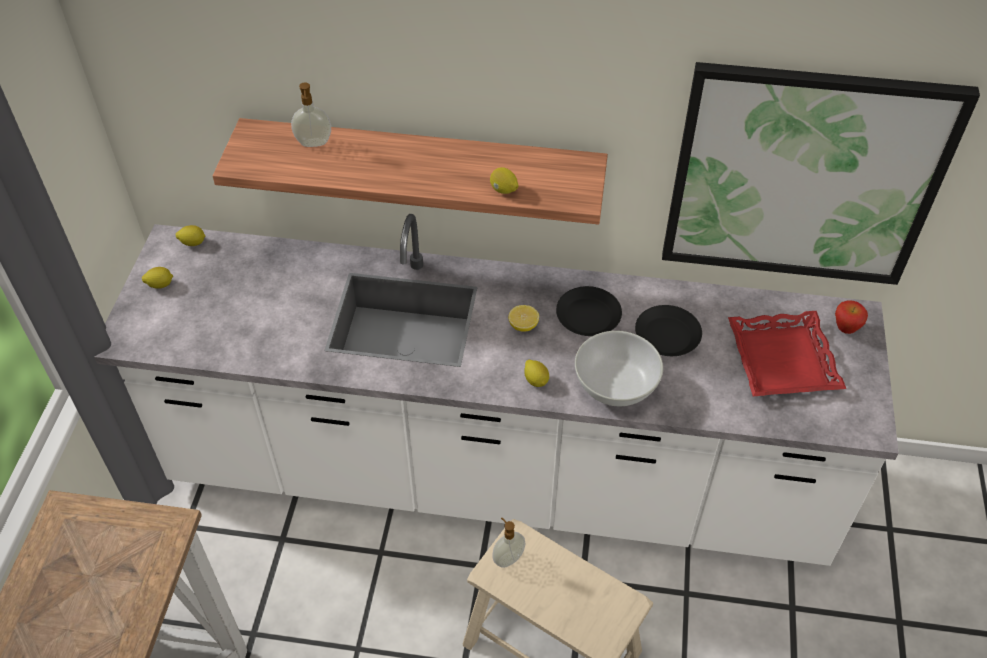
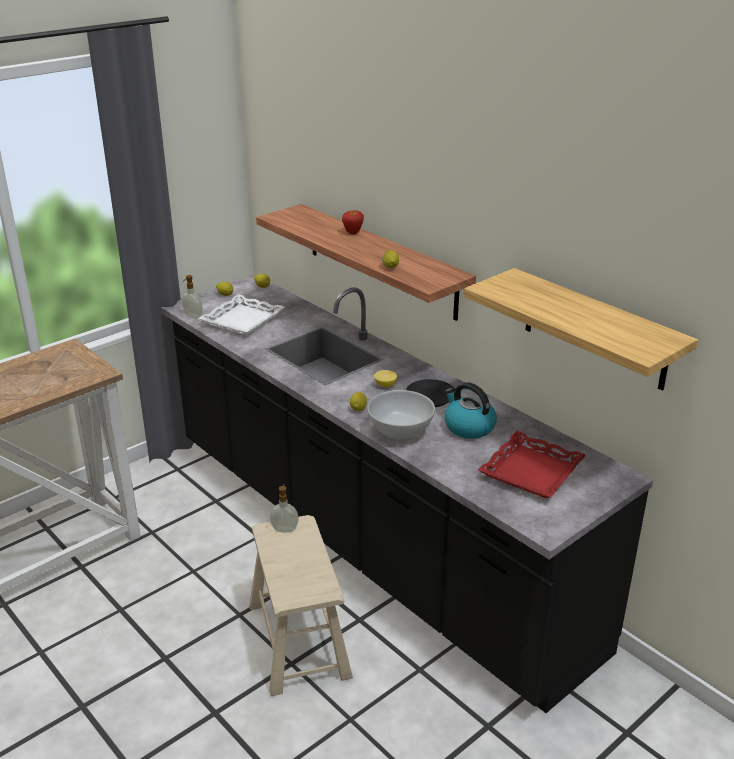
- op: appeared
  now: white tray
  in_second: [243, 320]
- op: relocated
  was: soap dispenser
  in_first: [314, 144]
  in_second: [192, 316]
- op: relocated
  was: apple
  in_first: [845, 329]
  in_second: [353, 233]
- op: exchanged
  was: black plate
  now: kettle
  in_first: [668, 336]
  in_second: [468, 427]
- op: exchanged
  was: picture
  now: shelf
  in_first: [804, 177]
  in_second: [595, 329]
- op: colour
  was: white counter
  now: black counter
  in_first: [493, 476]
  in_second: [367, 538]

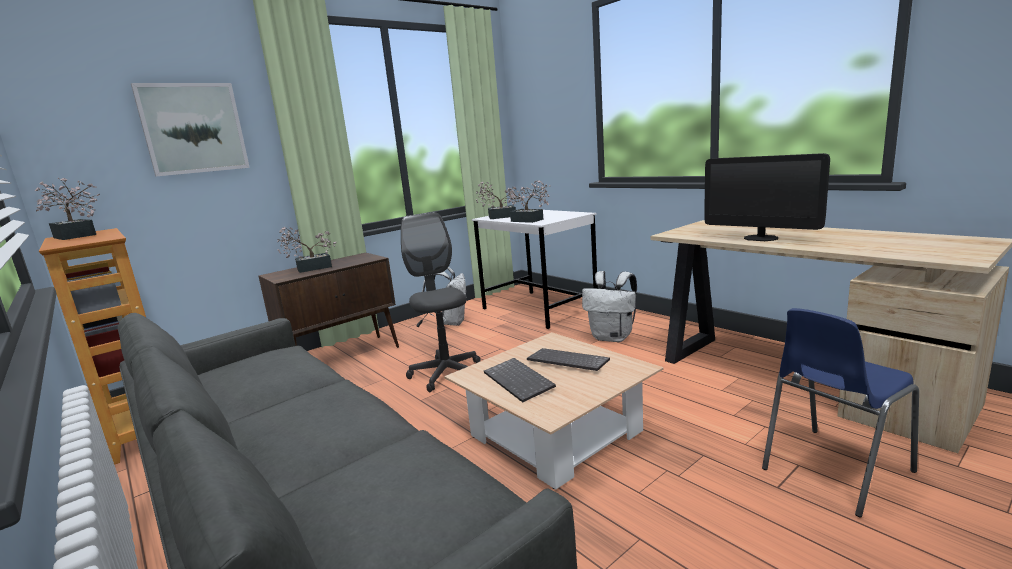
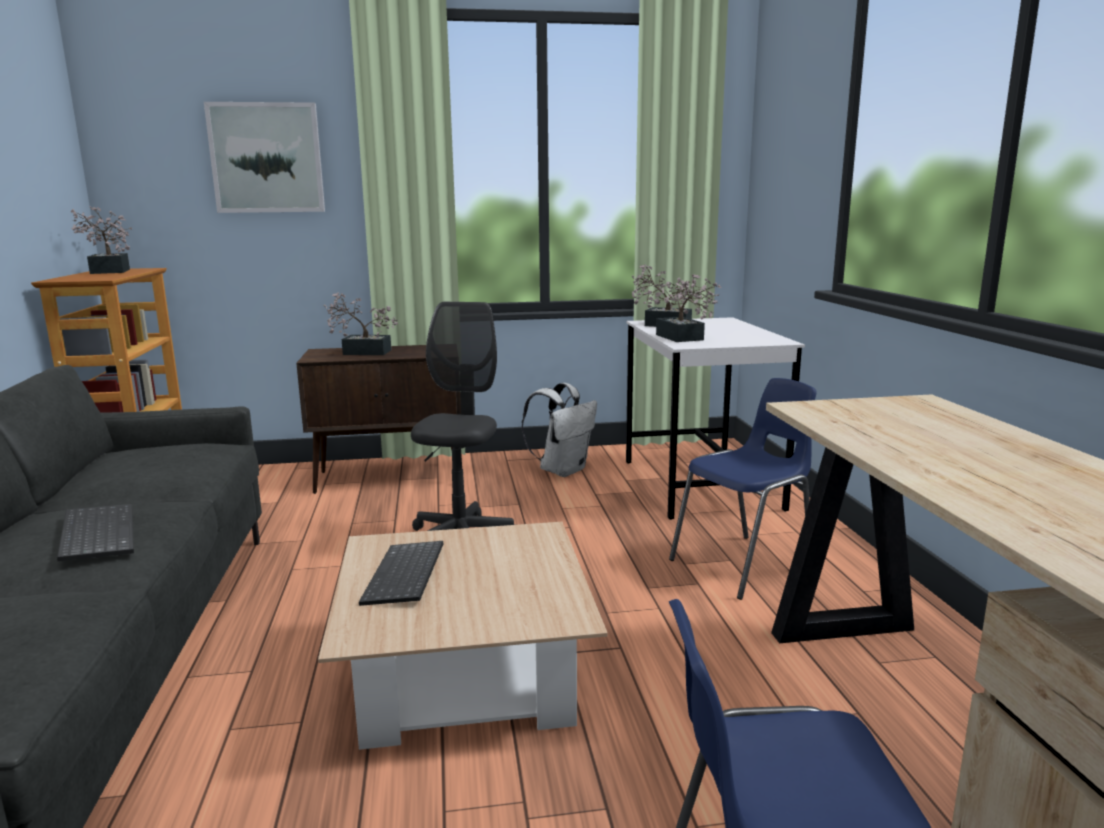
- op: missing
  was: monitor
  in_first: [760, 238]
- op: relocated
  was: keyboard
  in_first: [566, 362]
  in_second: [96, 534]
- op: exchanged
  was: white backpack
  now: blue chair
  in_first: [613, 337]
  in_second: [745, 564]

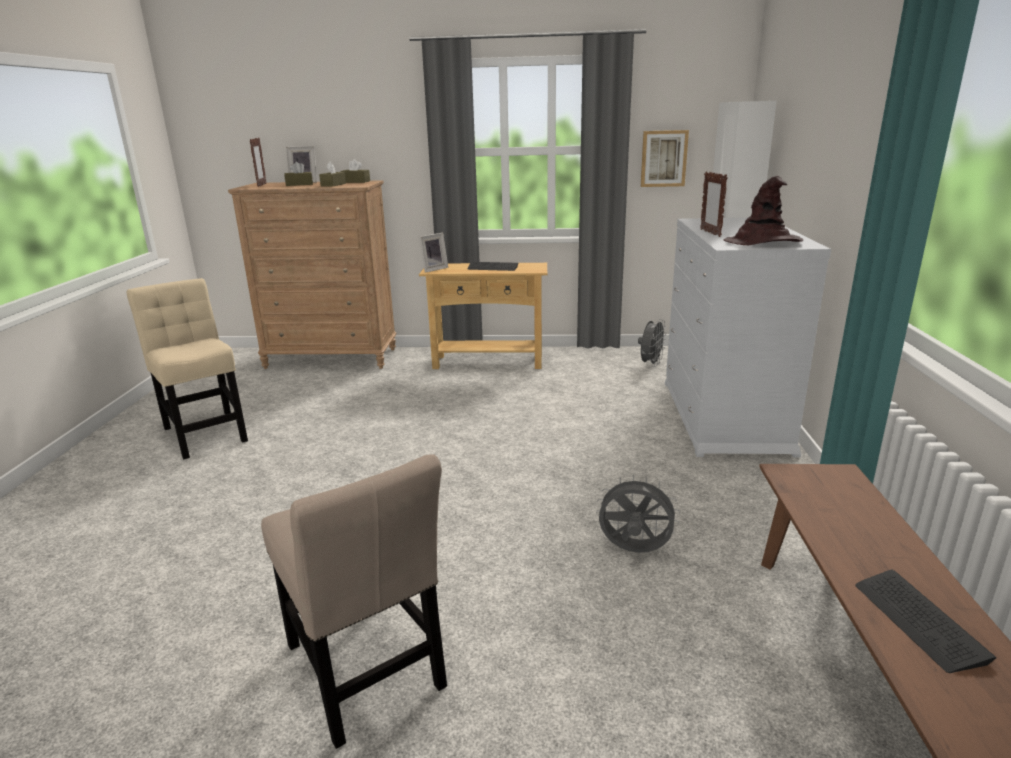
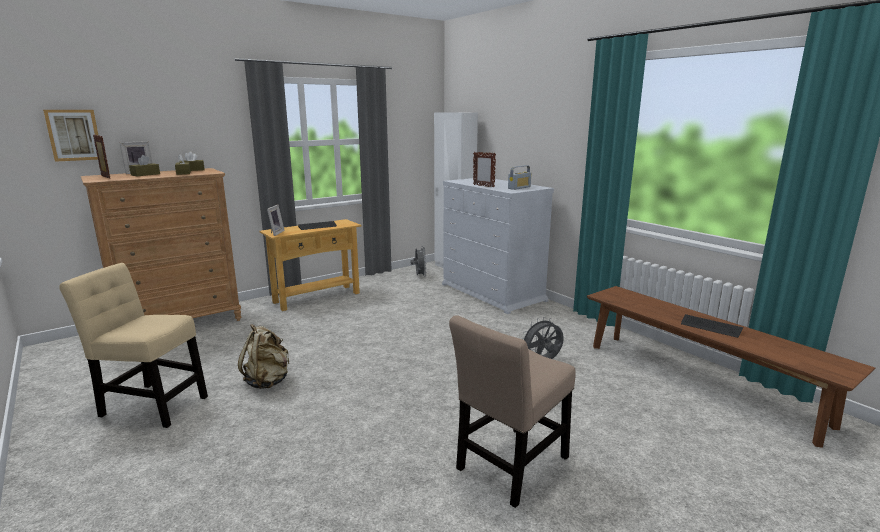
- op: appeared
  now: beige backpack
  in_second: [268, 381]
- op: relocated
  was: picture
  in_first: [663, 158]
  in_second: [74, 135]
- op: exchanged
  was: brown hat
  now: radio
  in_first: [762, 242]
  in_second: [519, 188]
- op: spun
  was: beige chair
  in_first: [366, 673]
  in_second: [510, 466]
  clockwise: 120

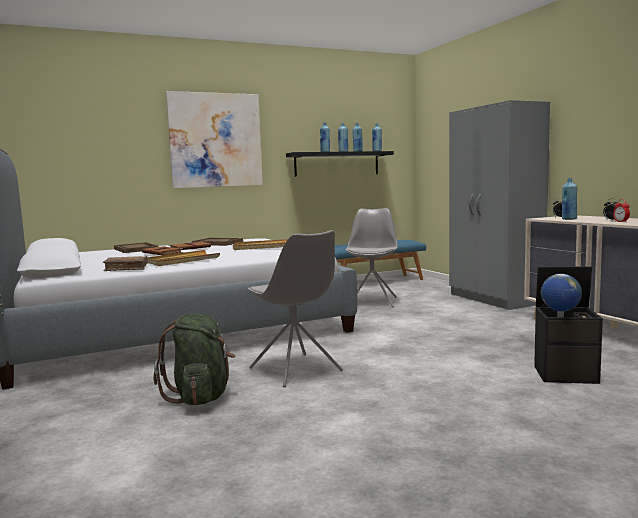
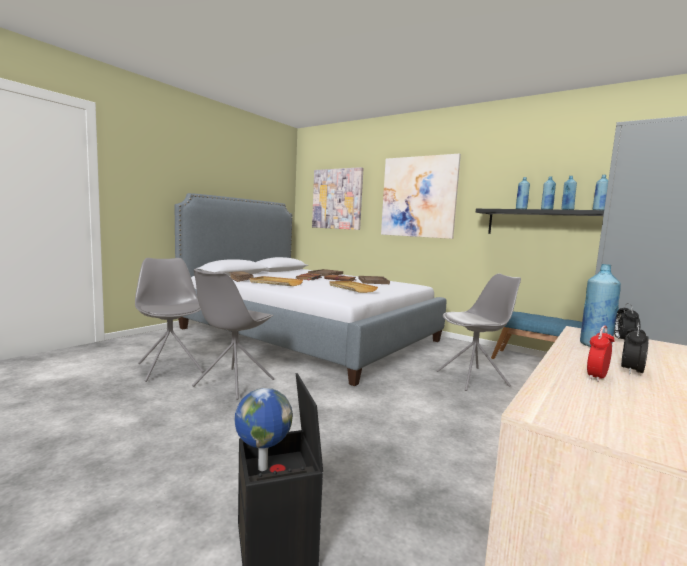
- op: appeared
  now: picture
  in_second: [337, 199]
- op: exchanged
  was: green backpack
  now: grey chair
  in_first: [200, 397]
  in_second: [170, 367]

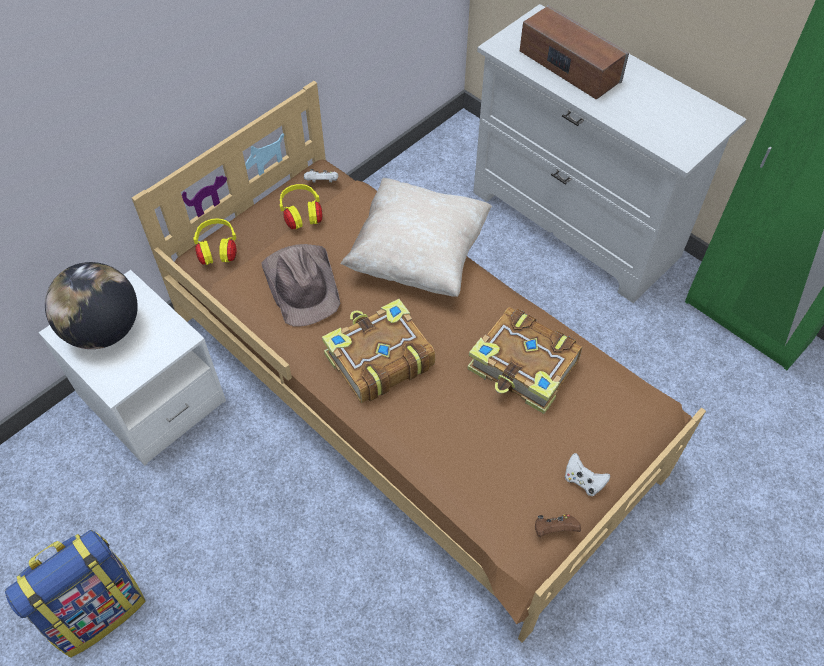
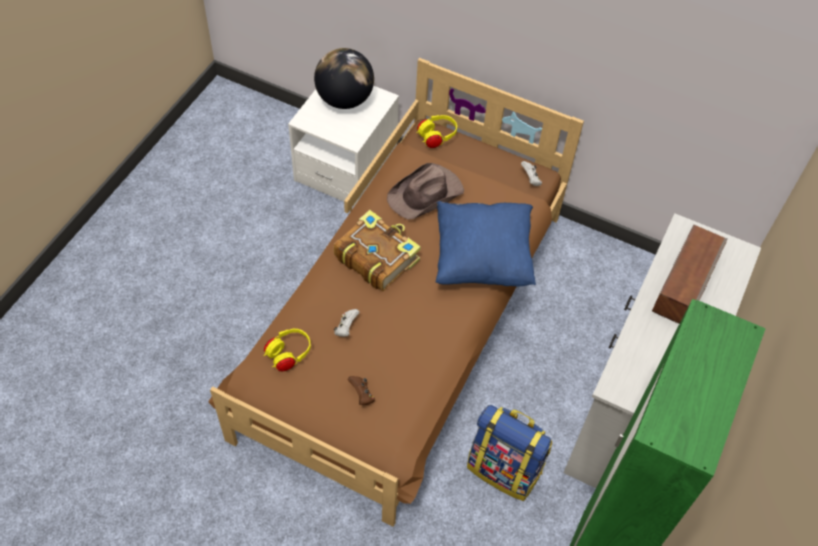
- op: missing
  was: book
  in_first: [524, 368]
- op: relocated
  was: backpack
  in_first: [96, 608]
  in_second: [505, 469]
- op: relocated
  was: yellow headphones
  in_first: [302, 215]
  in_second: [288, 355]
- op: relocated
  was: brown game controller
  in_first: [554, 529]
  in_second: [362, 395]
- op: relocated
  was: white game controller
  in_first: [583, 481]
  in_second: [346, 328]
- op: colour
  was: beige pillow
  now: blue pillow
  in_first: [418, 257]
  in_second: [482, 259]

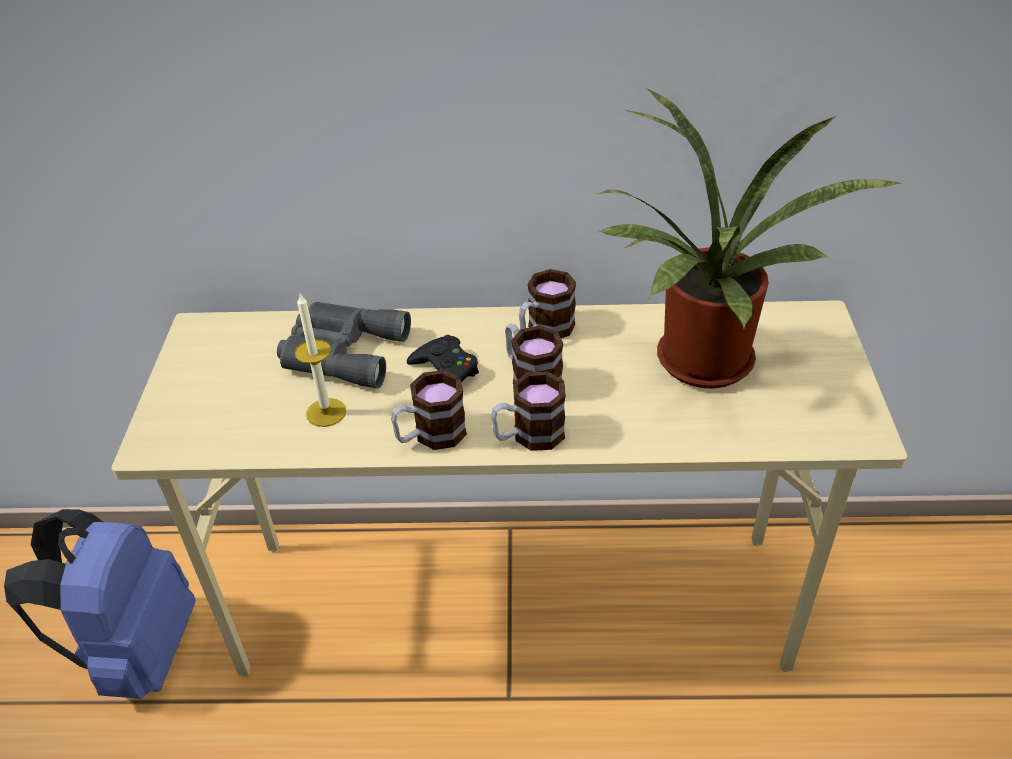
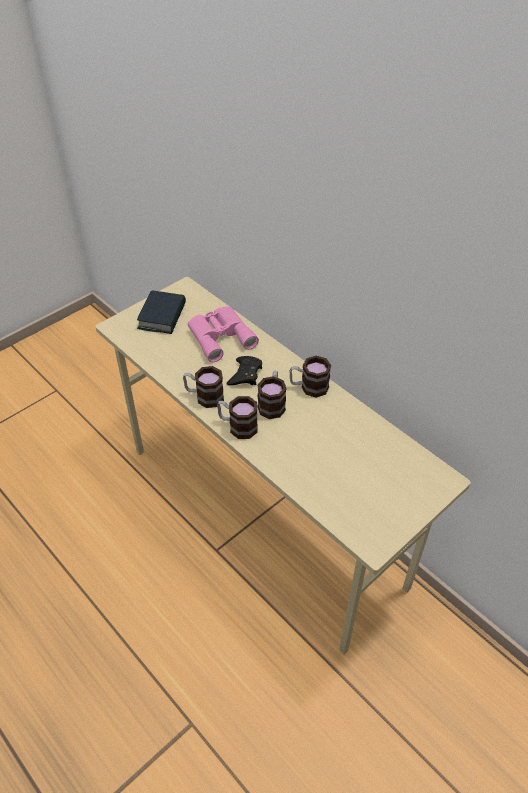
- op: missing
  was: blue backpack
  in_first: [136, 652]
- op: missing
  was: candle
  in_first: [326, 412]
- op: missing
  was: potted plant
  in_first: [701, 367]
- op: appeared
  now: book
  in_second: [162, 316]
- op: colour
  was: grey binoculars
  now: pink binoculars
  in_first: [341, 351]
  in_second: [220, 336]

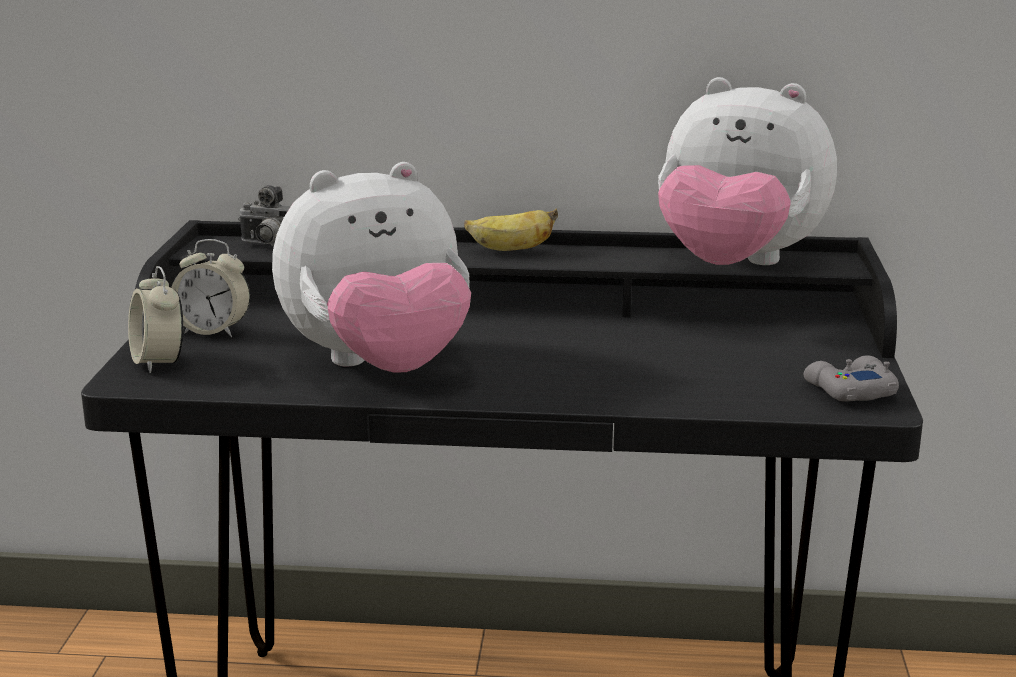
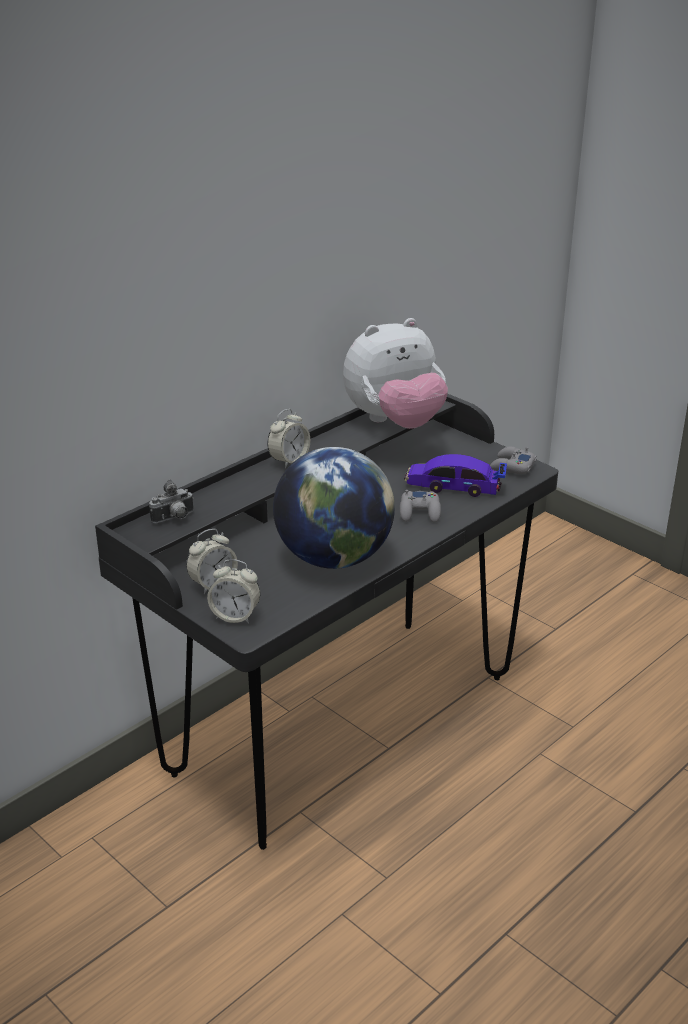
- op: appeared
  now: grey game controller
  in_second: [420, 512]
- op: appeared
  now: toy car
  in_second: [454, 486]
- op: exchanged
  was: plush toy
  now: globe
  in_first: [379, 367]
  in_second: [334, 558]
- op: exchanged
  was: banana
  now: alarm clock
  in_first: [511, 249]
  in_second: [289, 460]

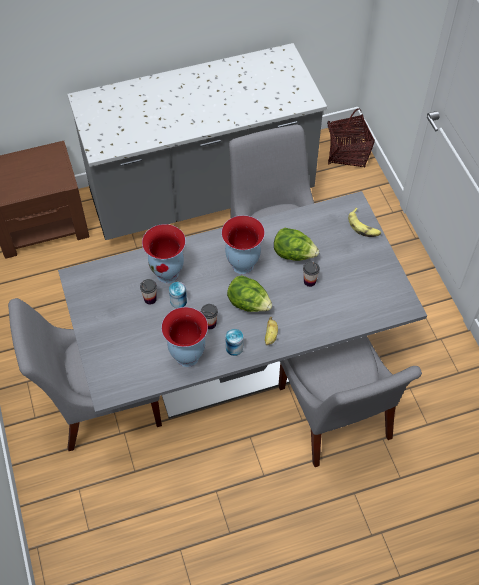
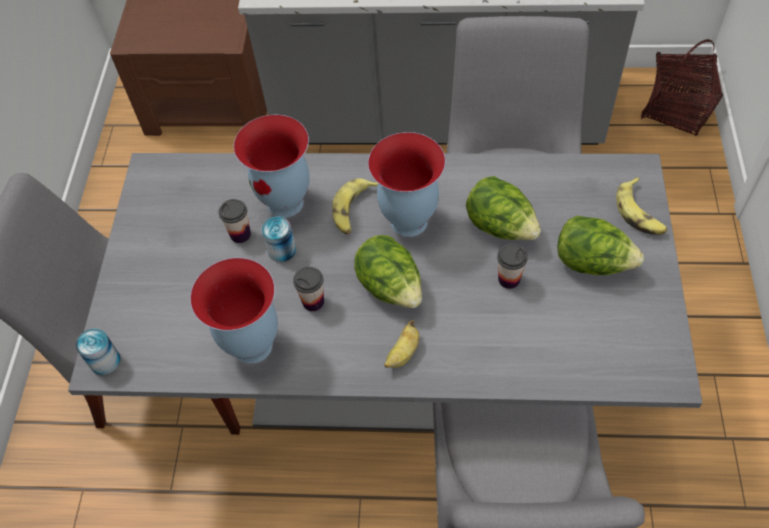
- op: appeared
  now: banana
  in_second: [353, 210]
- op: appeared
  now: lettuce
  in_second: [592, 263]
- op: relocated
  was: can
  in_first: [234, 348]
  in_second: [105, 361]

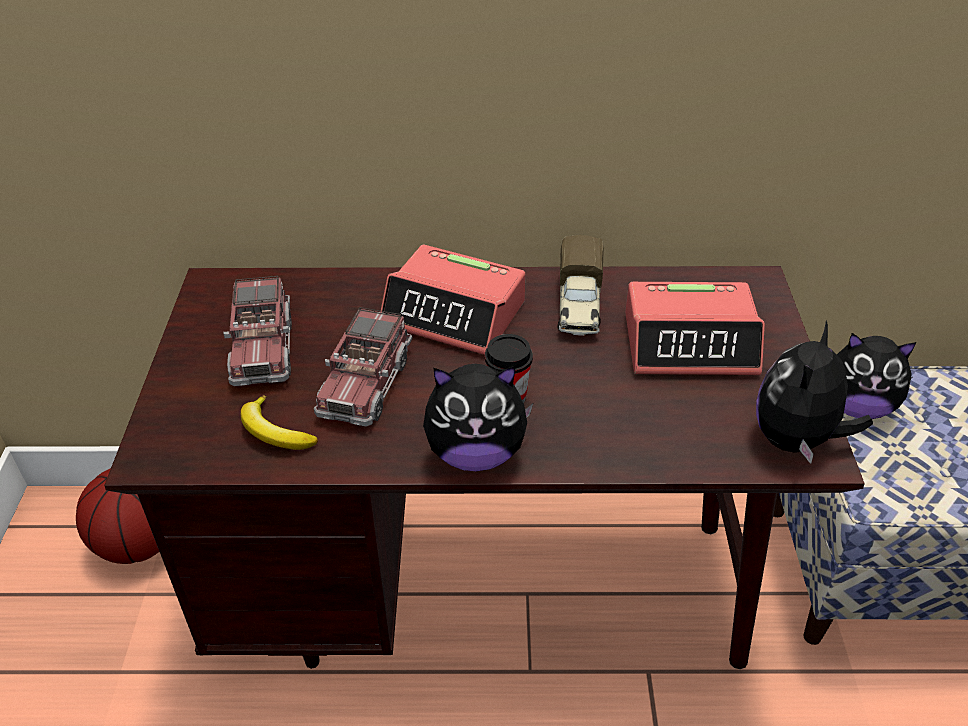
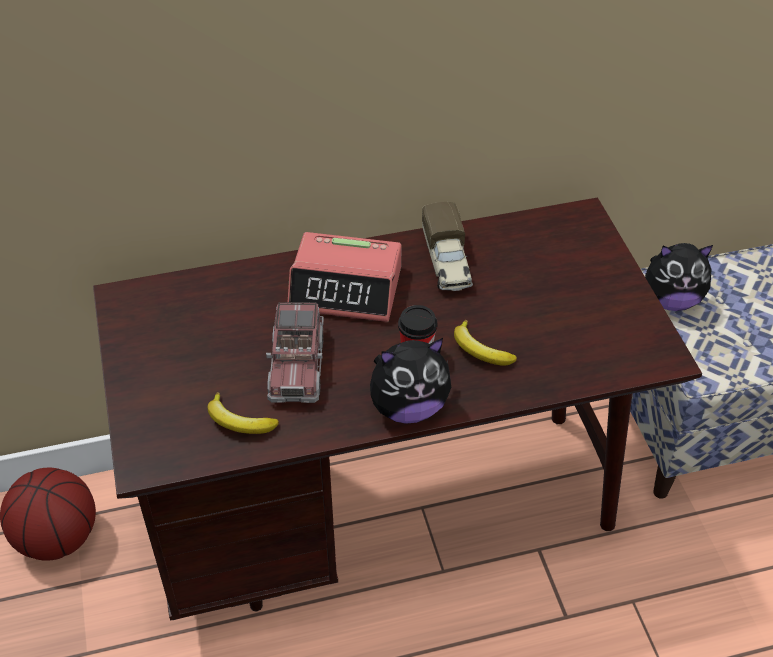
- op: missing
  was: toy truck
  in_first: [263, 349]
- op: missing
  was: alarm clock
  in_first: [690, 343]
- op: missing
  was: plush toy
  in_first: [796, 440]
- op: appeared
  now: banana
  in_second: [480, 350]

